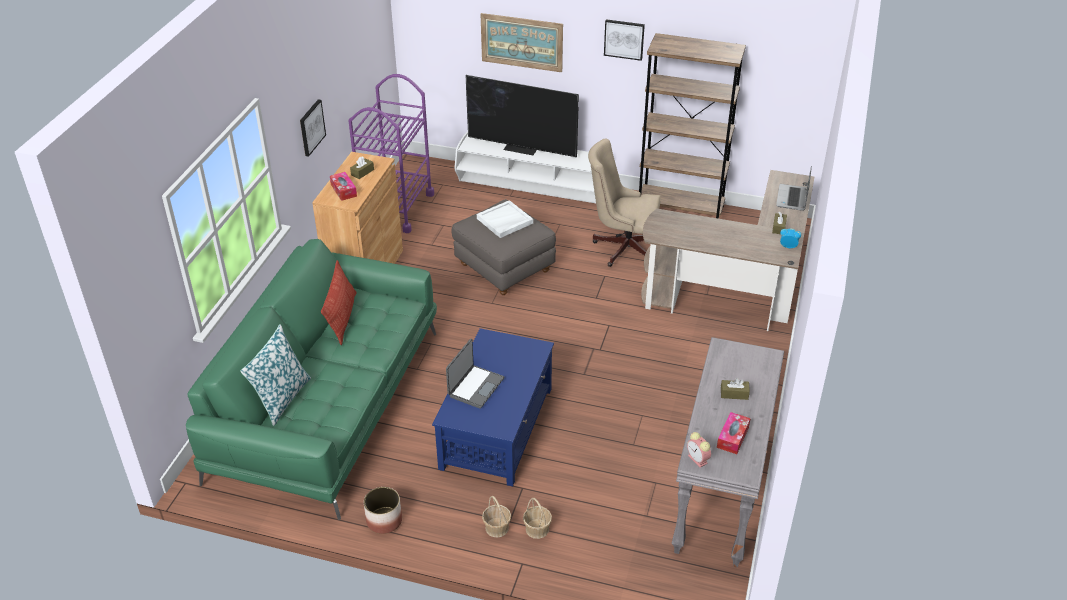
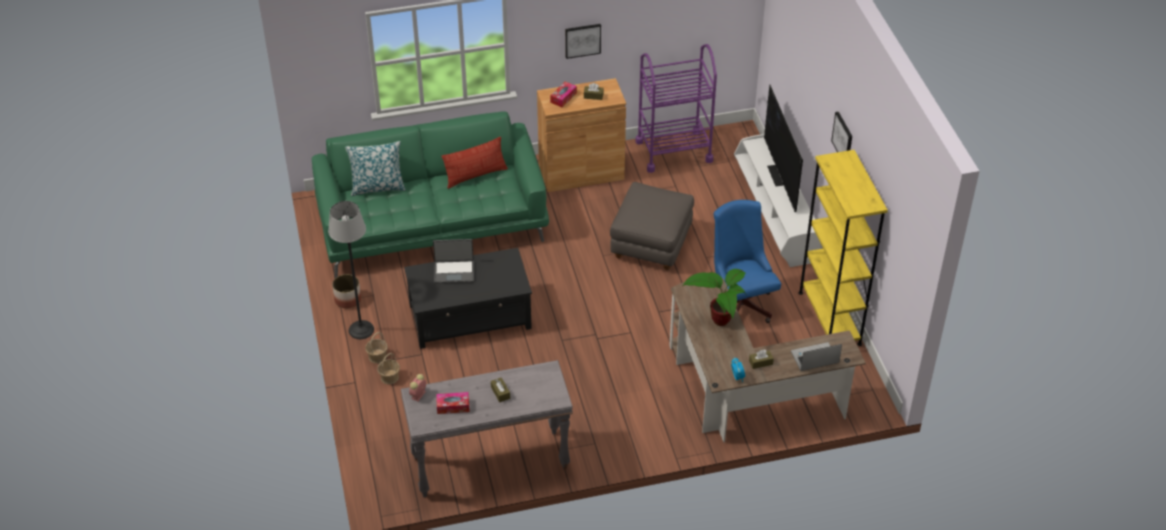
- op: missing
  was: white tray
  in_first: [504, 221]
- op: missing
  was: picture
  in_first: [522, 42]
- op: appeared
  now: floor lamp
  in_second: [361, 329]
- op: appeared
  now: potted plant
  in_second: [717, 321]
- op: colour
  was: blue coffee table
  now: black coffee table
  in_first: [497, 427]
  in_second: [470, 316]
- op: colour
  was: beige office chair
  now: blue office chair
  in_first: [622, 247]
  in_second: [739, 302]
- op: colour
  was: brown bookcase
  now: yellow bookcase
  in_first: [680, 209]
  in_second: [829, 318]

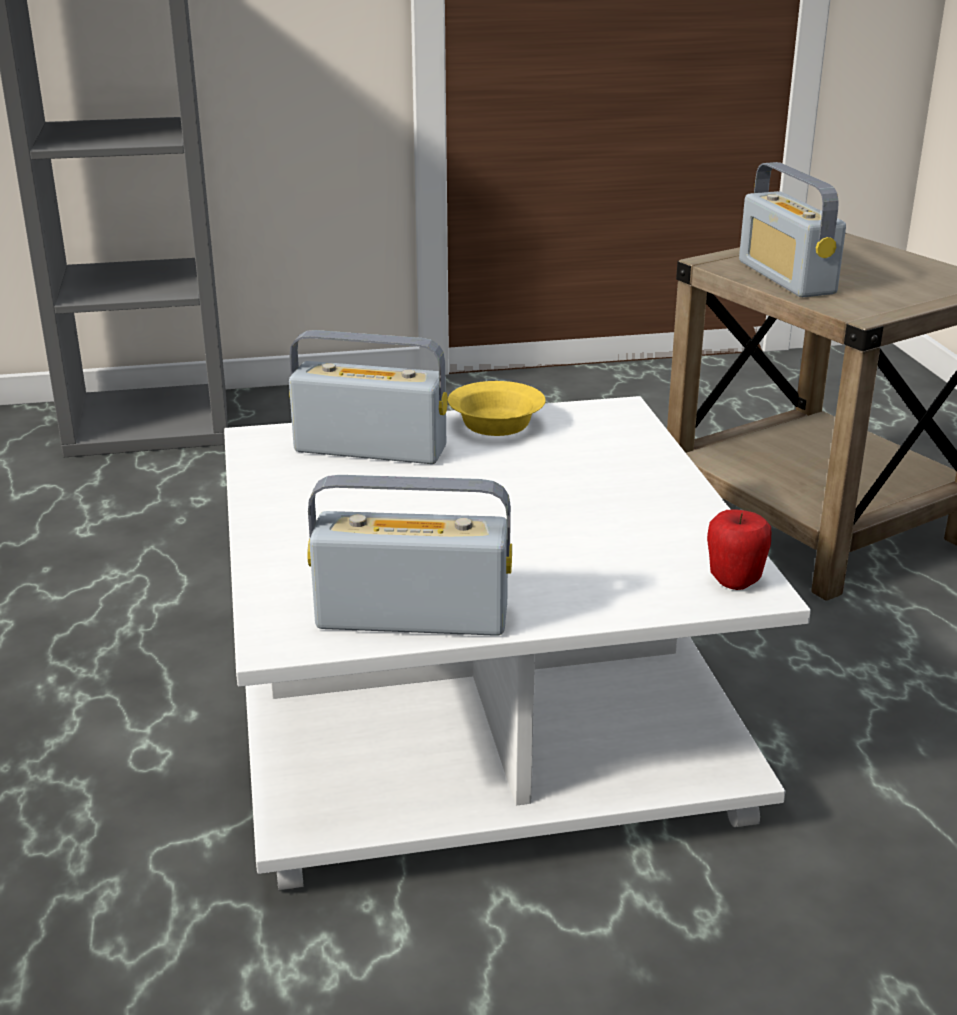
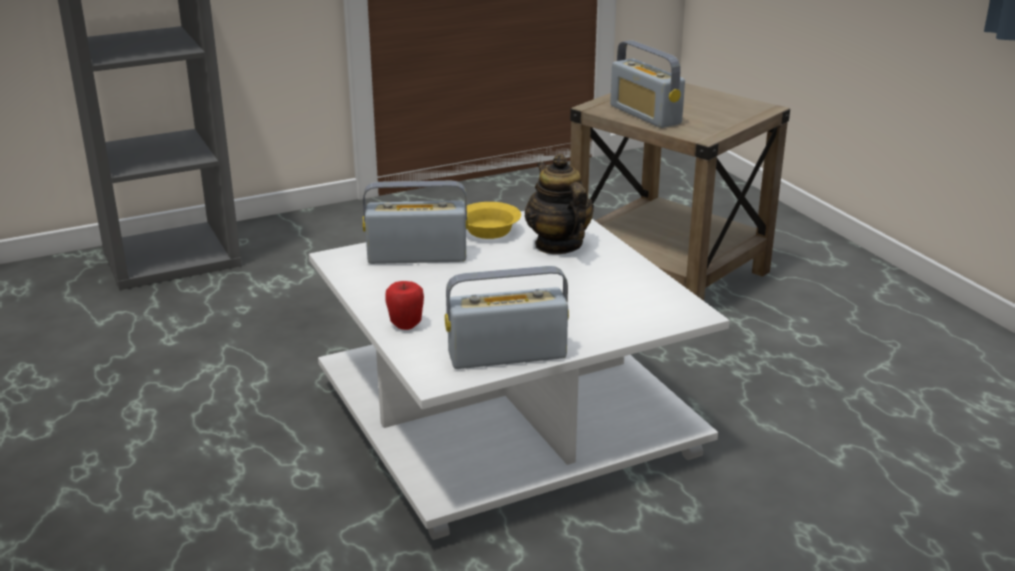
- op: appeared
  now: teapot
  in_second: [558, 245]
- op: relocated
  was: apple
  in_first: [734, 581]
  in_second: [405, 325]

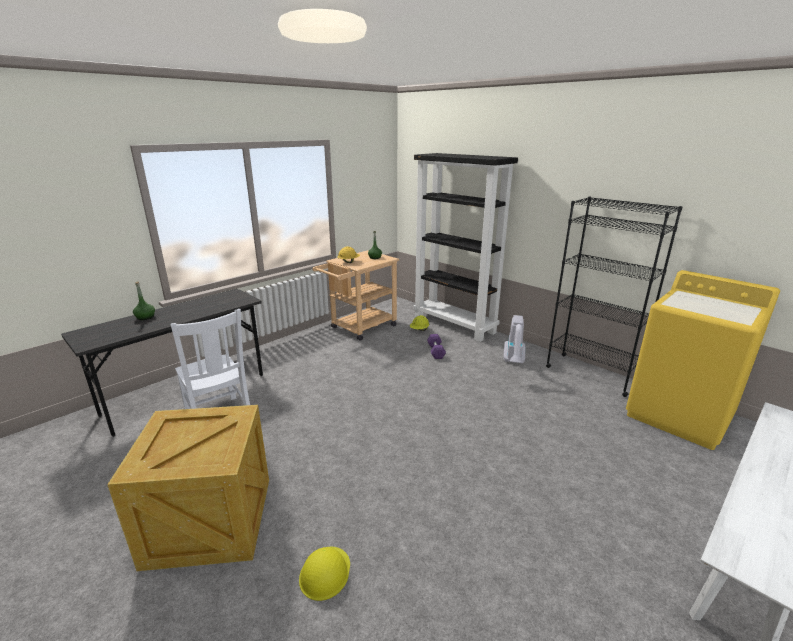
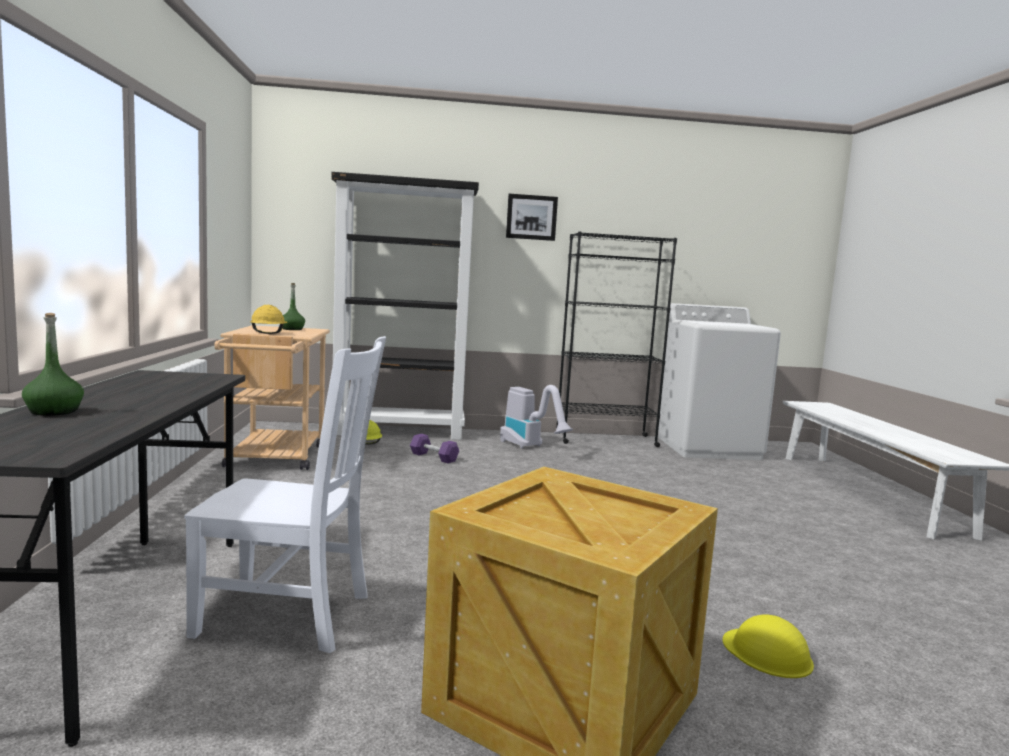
- op: appeared
  now: picture
  in_second: [531, 217]
- op: colour
  was: yellow washing machine
  now: white washing machine
  in_first: [679, 415]
  in_second: [708, 447]

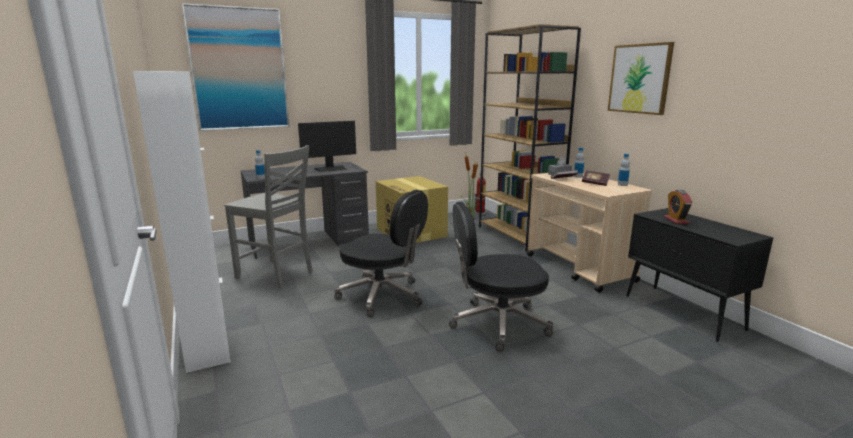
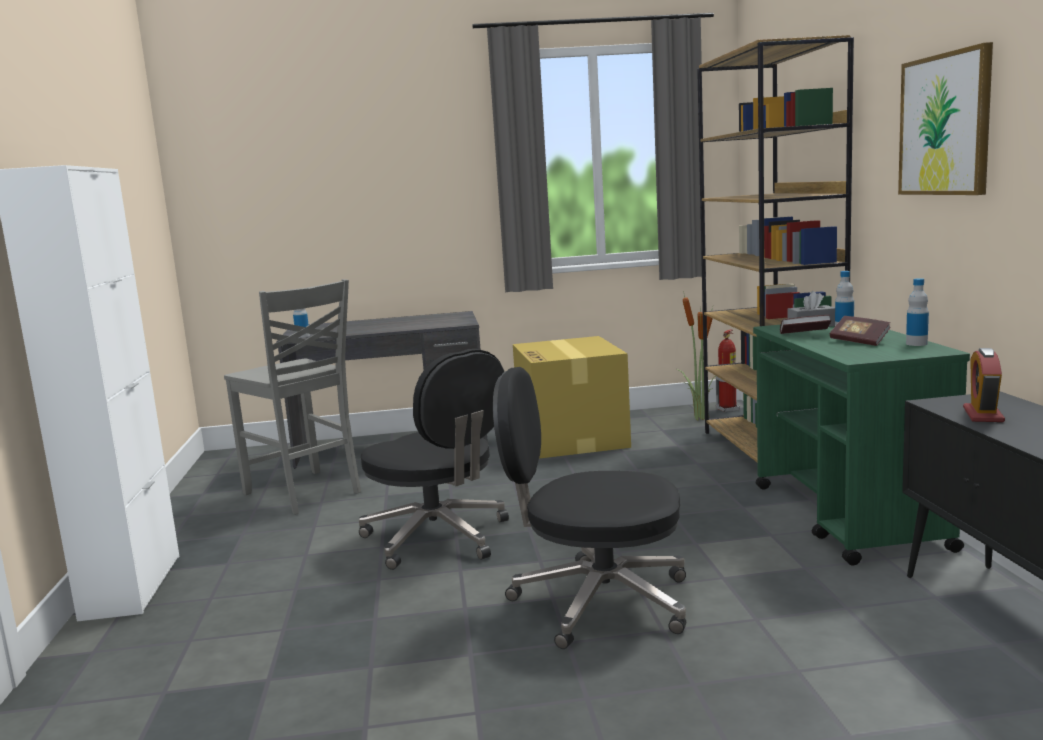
- op: missing
  was: picture
  in_first: [239, 69]
- op: missing
  was: monitor
  in_first: [331, 169]
- op: colour
  was: beige cart
  now: green cart
  in_first: [579, 268]
  in_second: [848, 517]

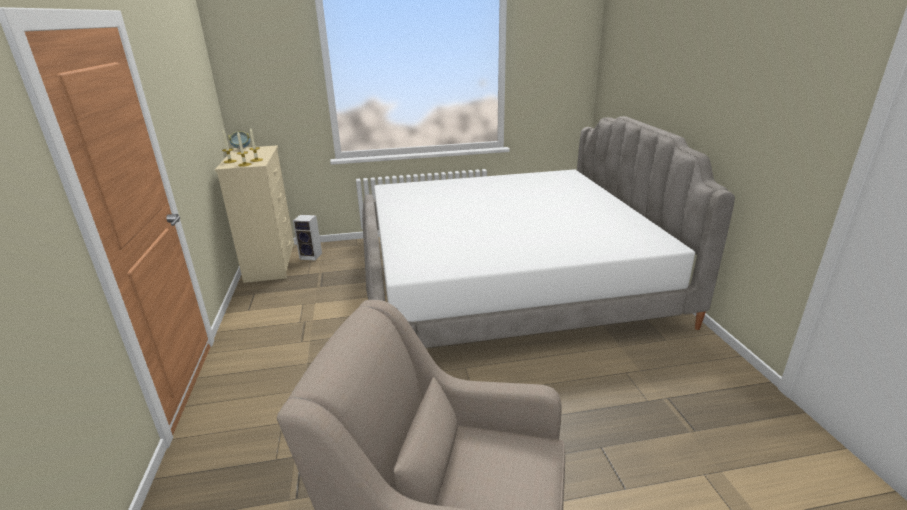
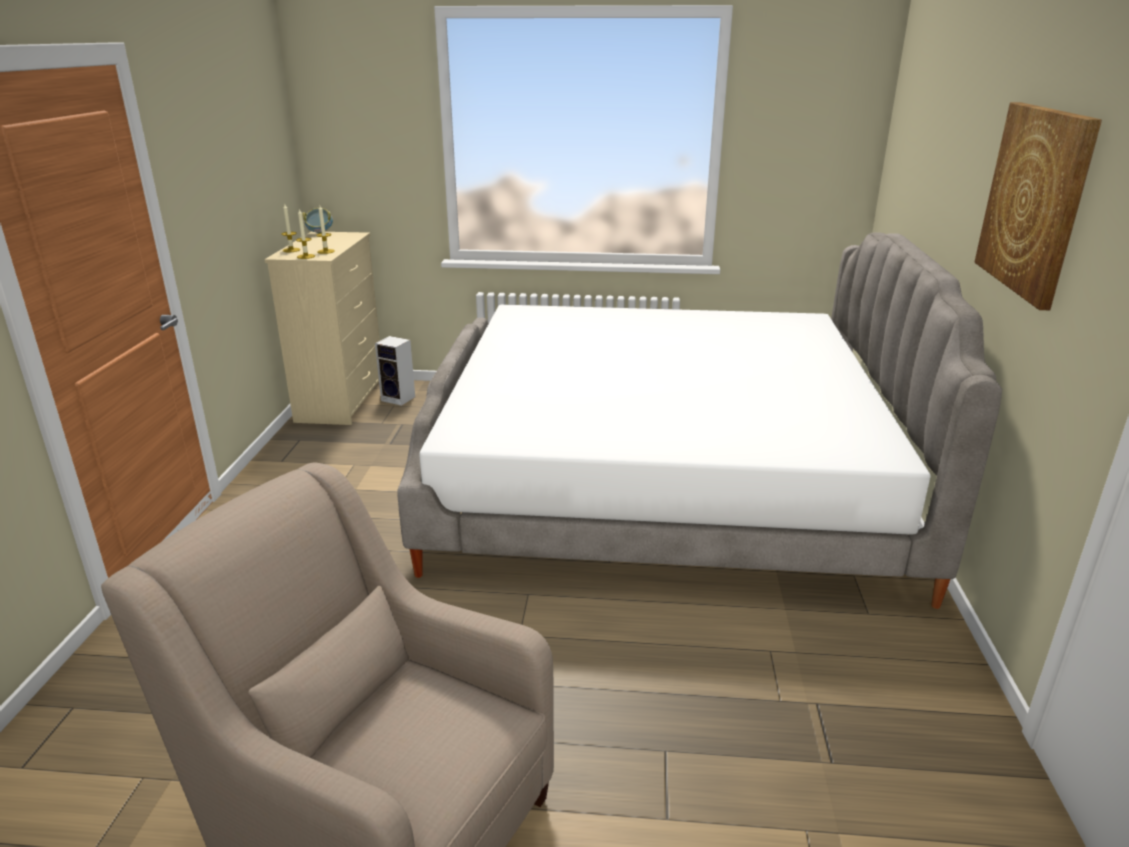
- op: appeared
  now: picture
  in_second: [1035, 201]

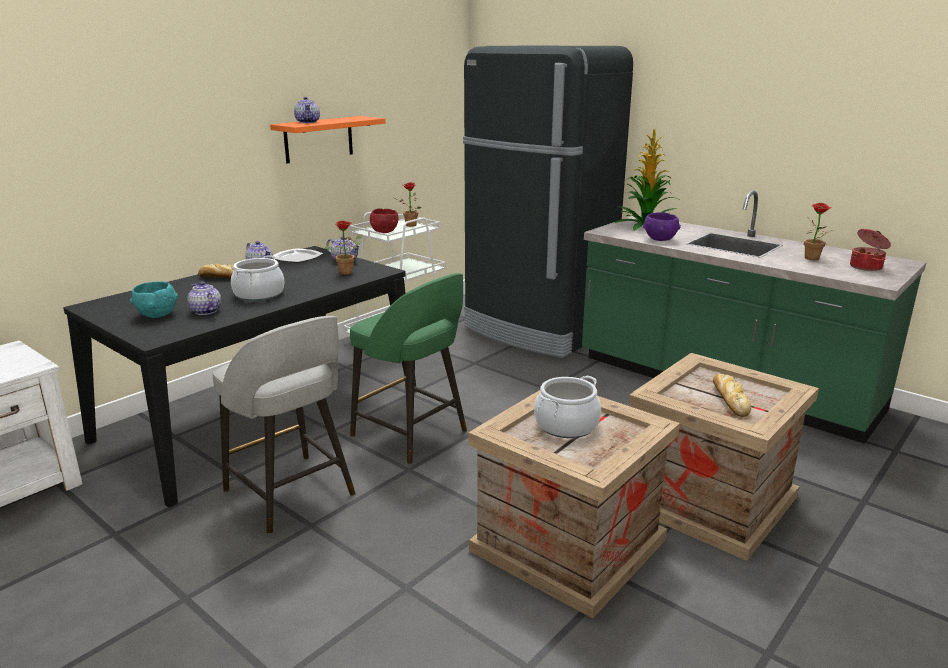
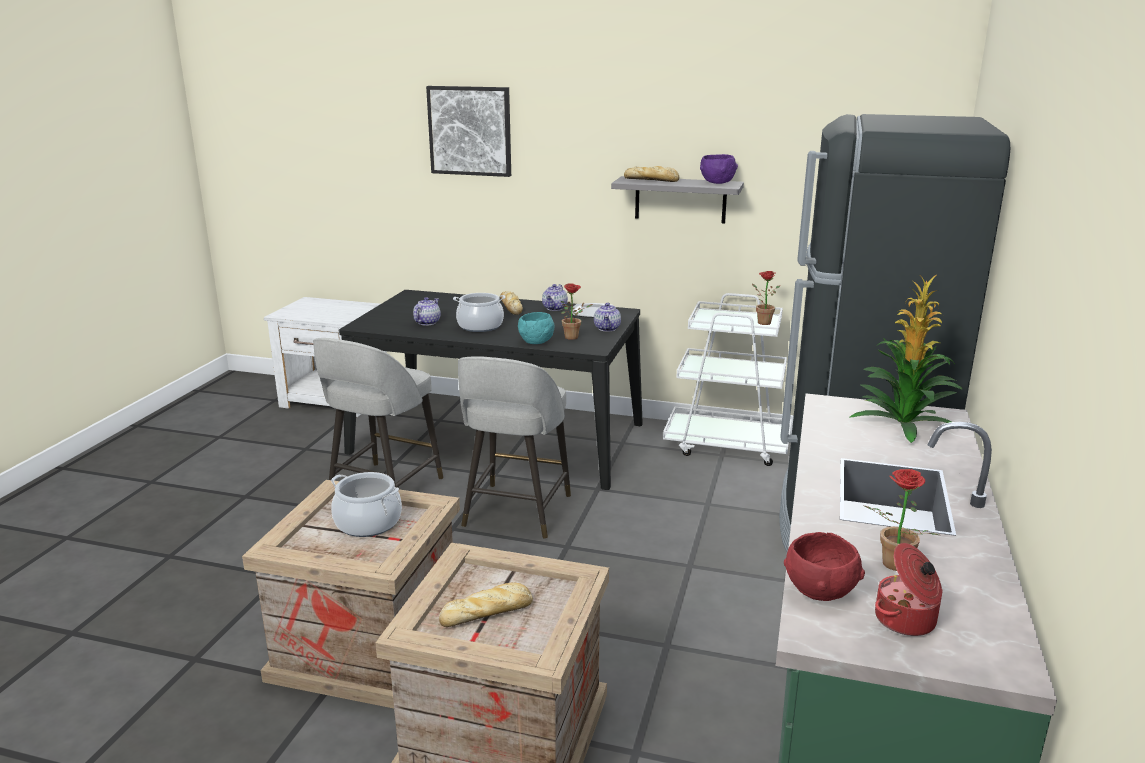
- op: appeared
  now: picture
  in_second: [470, 131]
- op: relocated
  was: turquoise bowl
  in_first: [157, 315]
  in_second: [536, 342]
- op: relocated
  was: red bowl
  in_first: [384, 232]
  in_second: [818, 592]
- op: relocated
  was: purple bowl
  in_first: [659, 240]
  in_second: [717, 183]
- op: exchanged
  was: teapot
  now: bread
  in_first: [308, 122]
  in_second: [652, 180]
- op: colour
  was: orange shelf
  now: grey shelf
  in_first: [319, 139]
  in_second: [680, 199]
- op: colour
  was: green stool
  now: grey stool
  in_first: [411, 434]
  in_second: [516, 512]

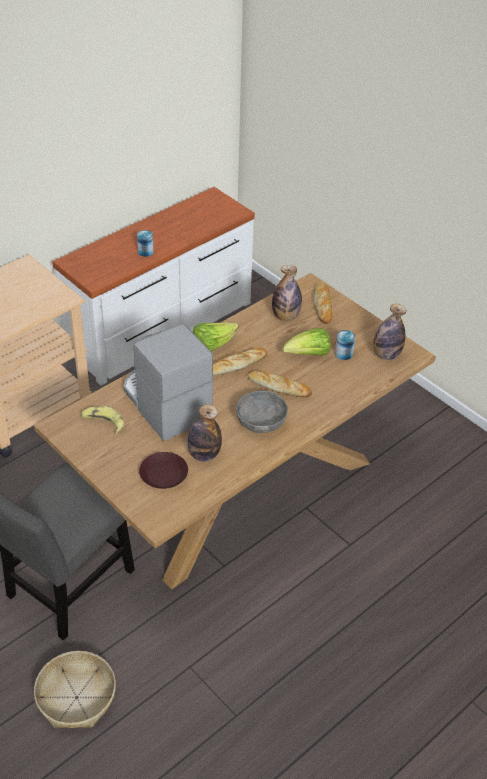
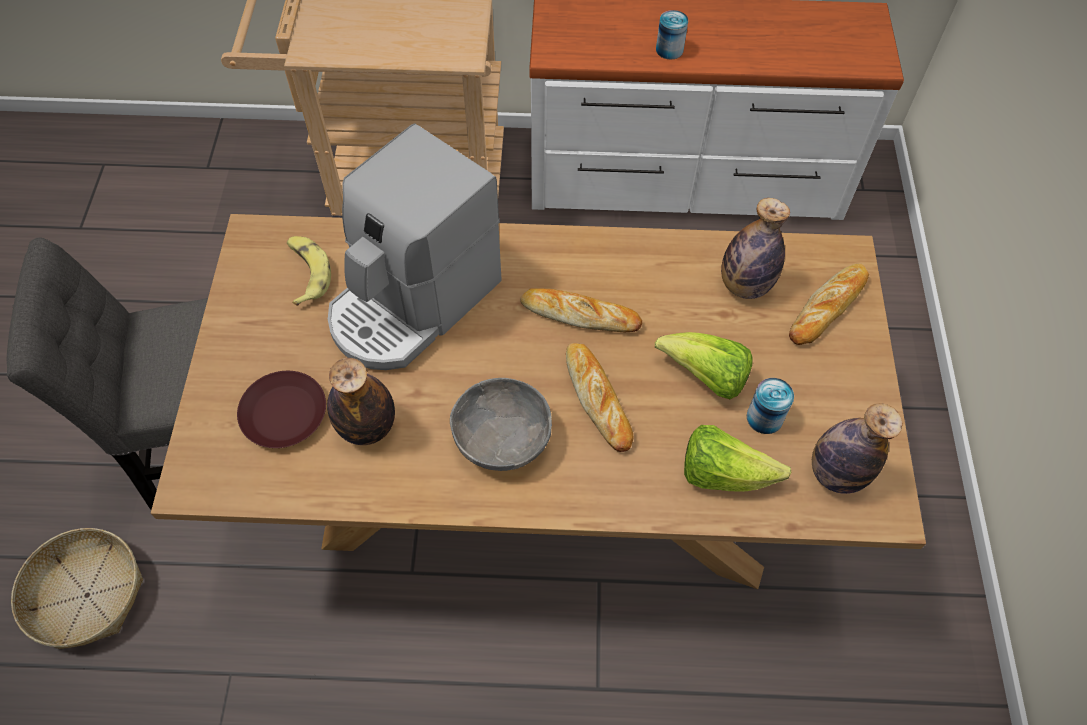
- op: relocated
  was: lettuce
  in_first: [213, 345]
  in_second: [723, 473]
- op: spun
  was: coffee machine
  in_first: [165, 403]
  in_second: [413, 303]
  clockwise: -150

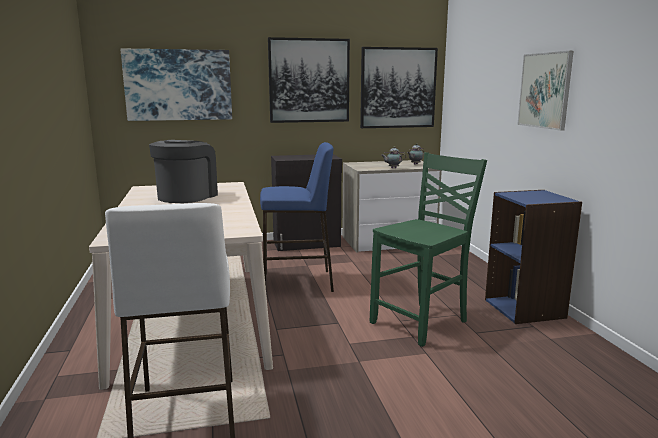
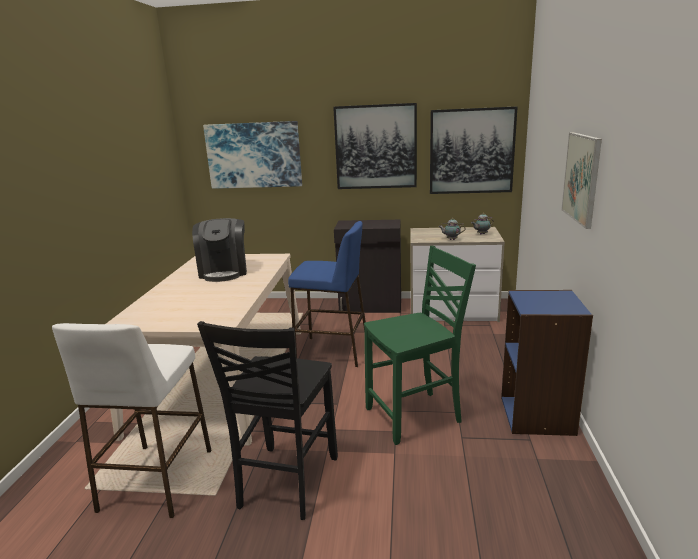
- op: appeared
  now: black chair
  in_second: [286, 482]
- op: spun
  was: coffee machine
  in_first: [187, 196]
  in_second: [224, 272]
  clockwise: 135

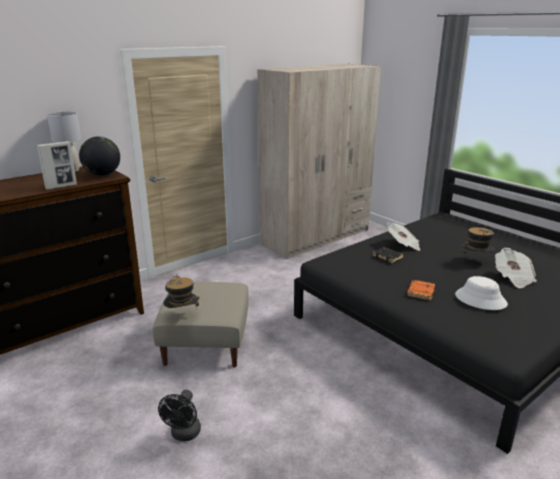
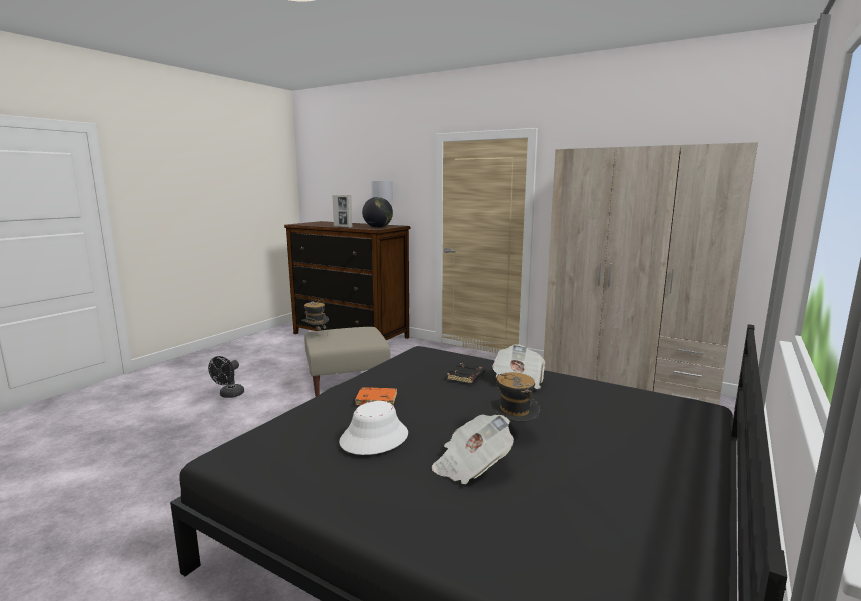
- op: spun
  was: black fan
  in_first: [184, 435]
  in_second: [229, 395]
  clockwise: -60

